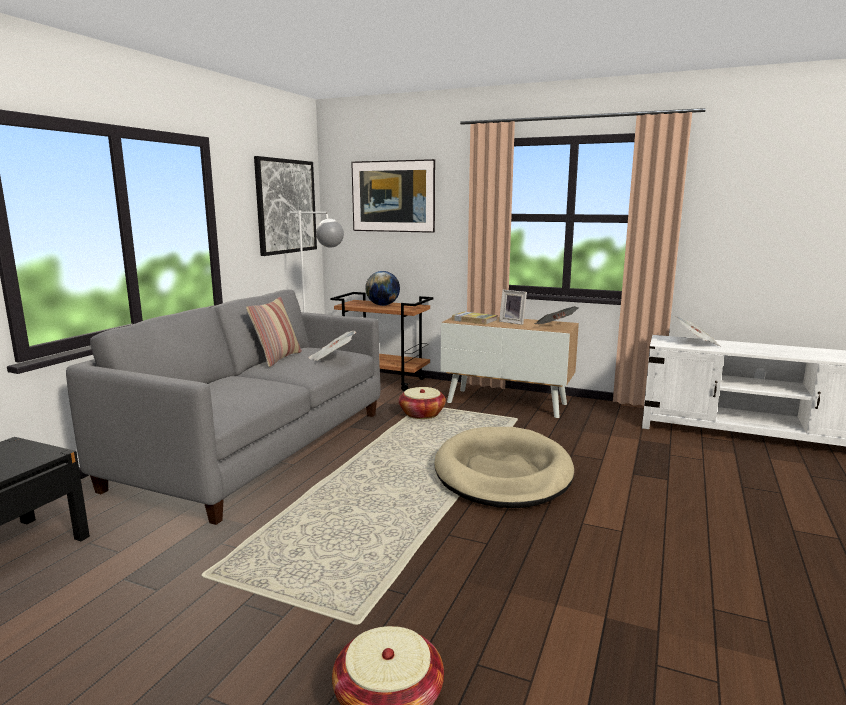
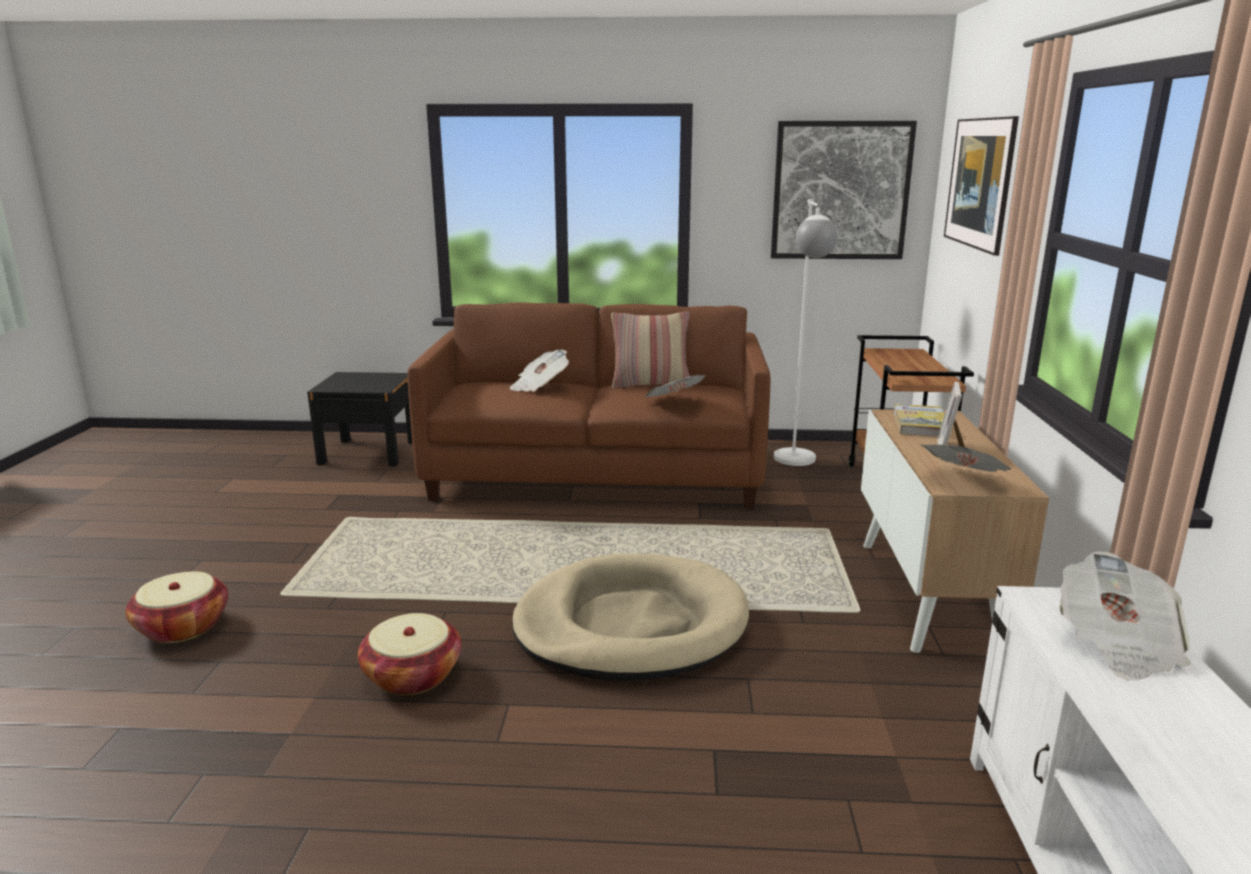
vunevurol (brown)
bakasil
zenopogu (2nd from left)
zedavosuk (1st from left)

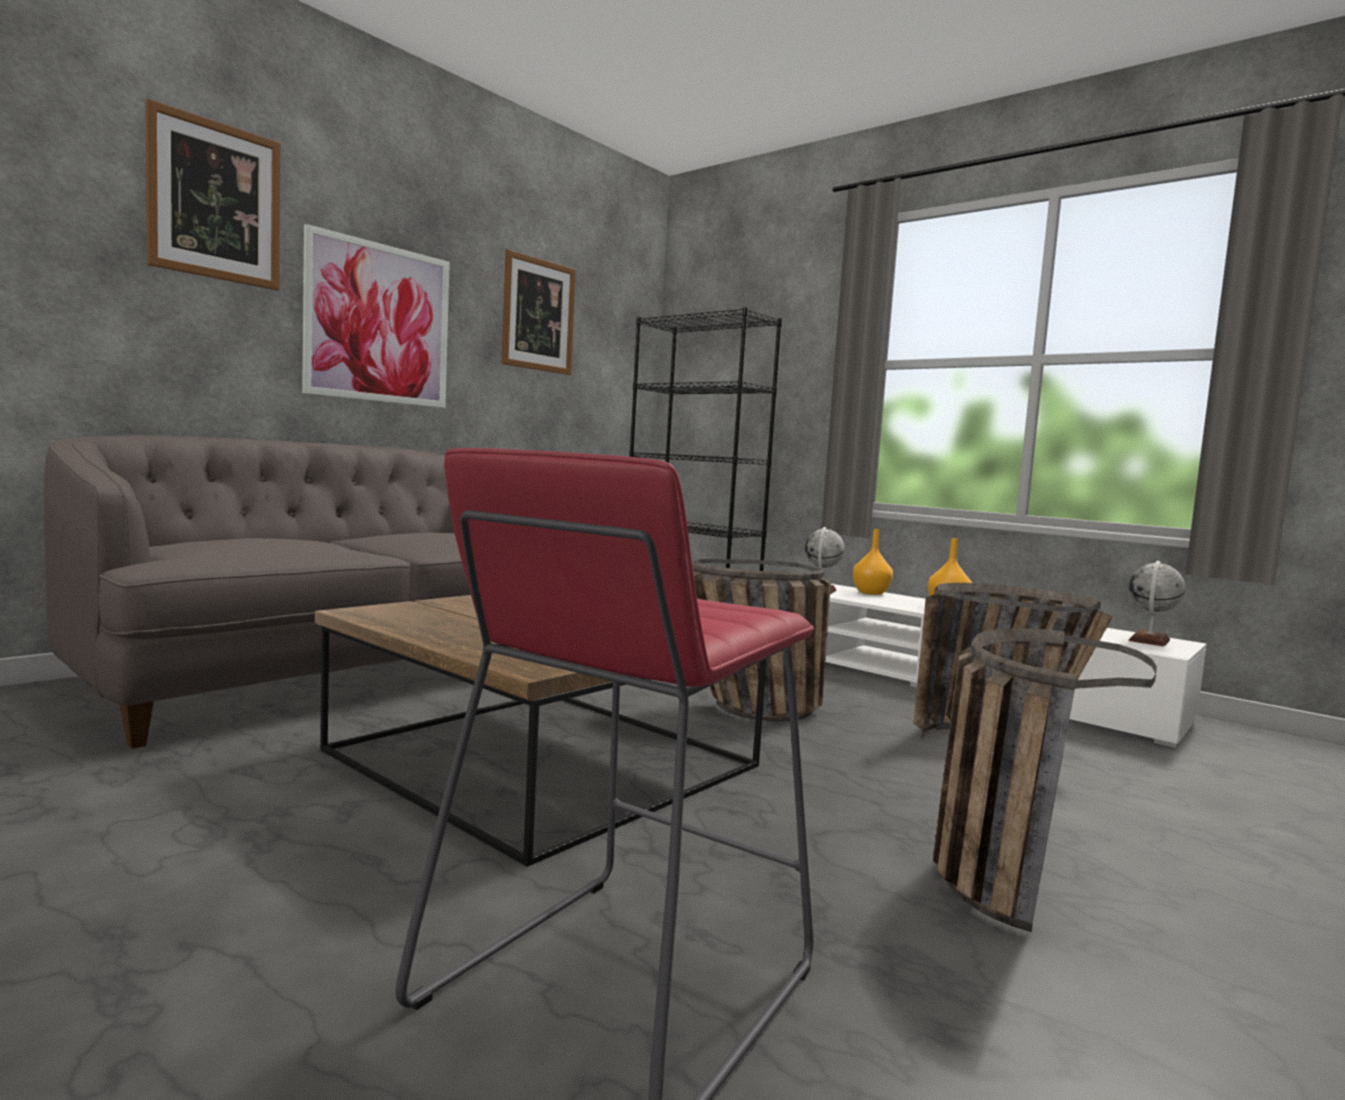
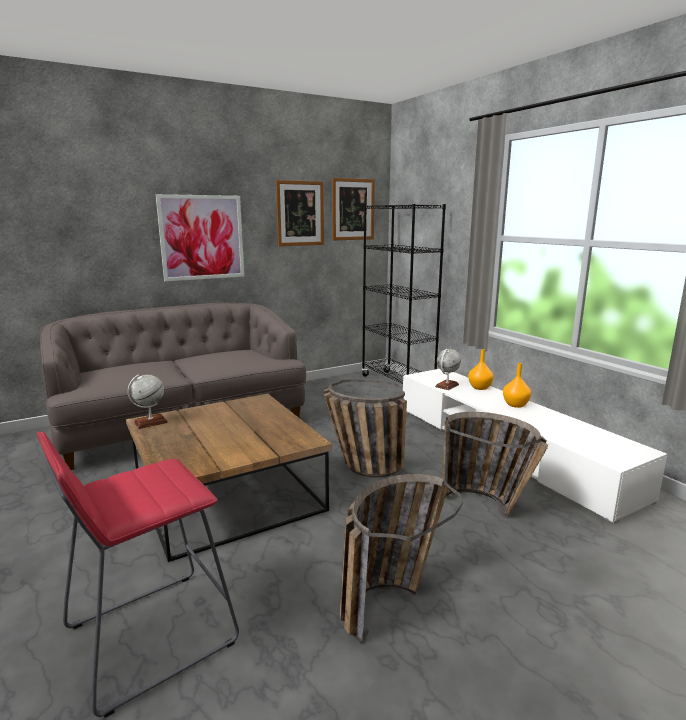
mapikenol (3rd from left)
bakasil (1st from left)

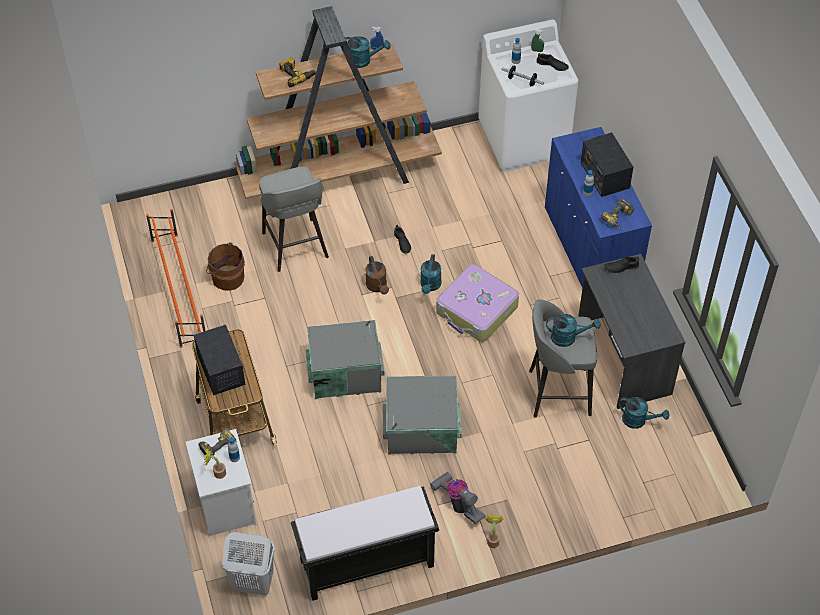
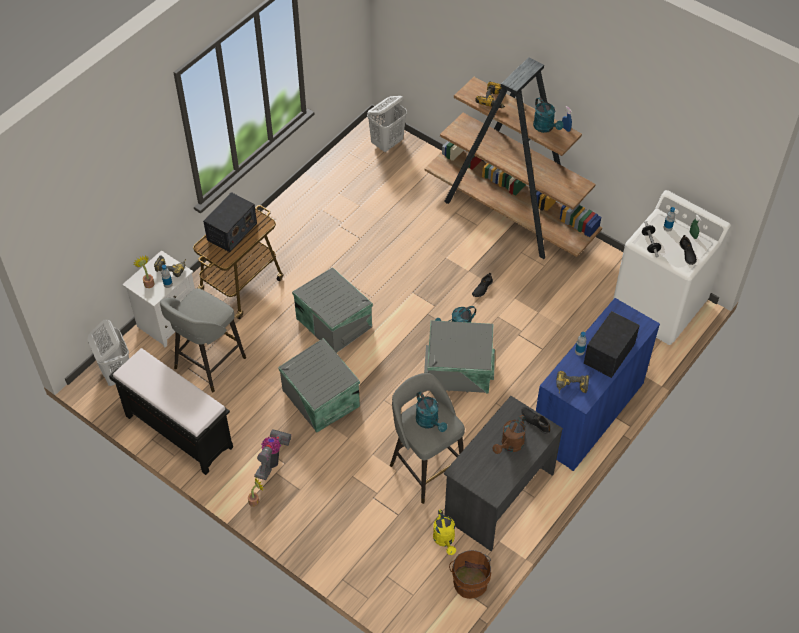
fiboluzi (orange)
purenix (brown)
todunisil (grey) (1st from left)
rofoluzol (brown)
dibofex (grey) (3rd from left)
rofoluzol (yellow)
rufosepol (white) (2nd from left)

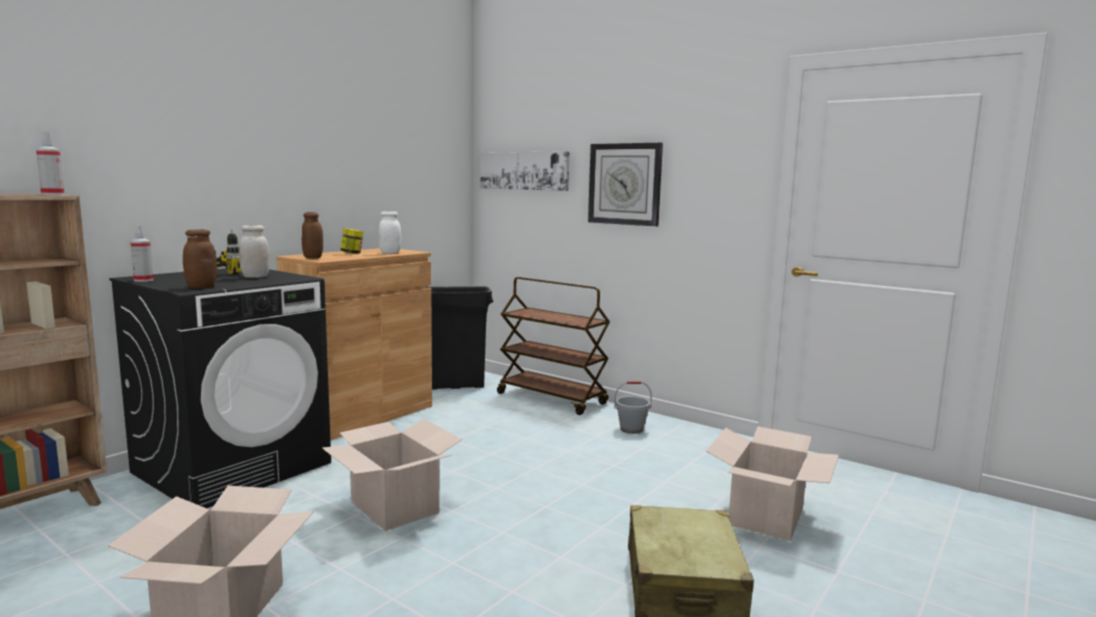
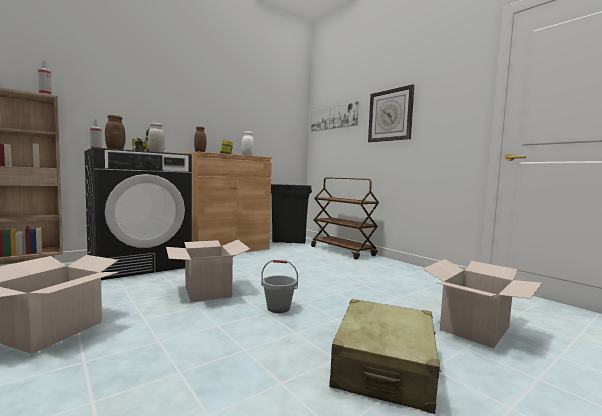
purenix (grey)

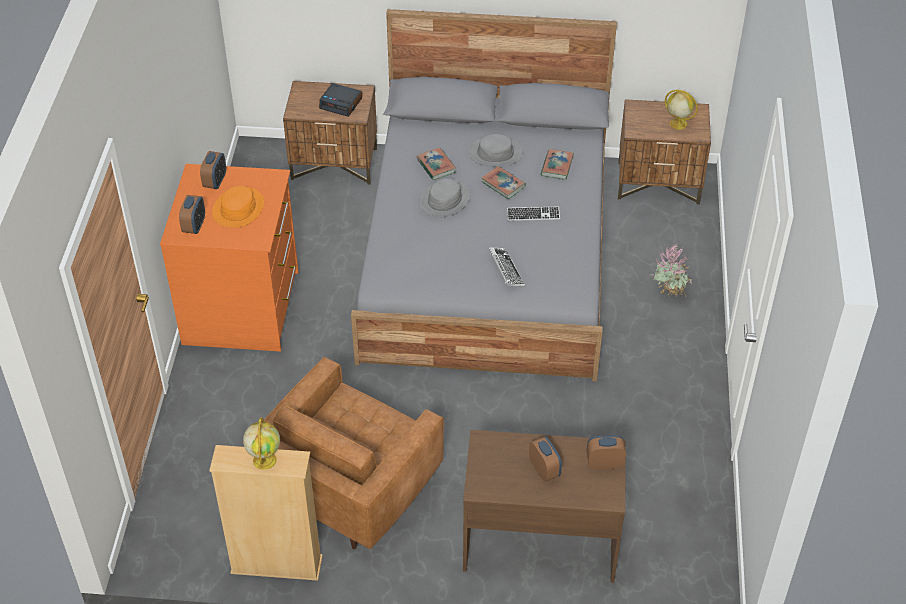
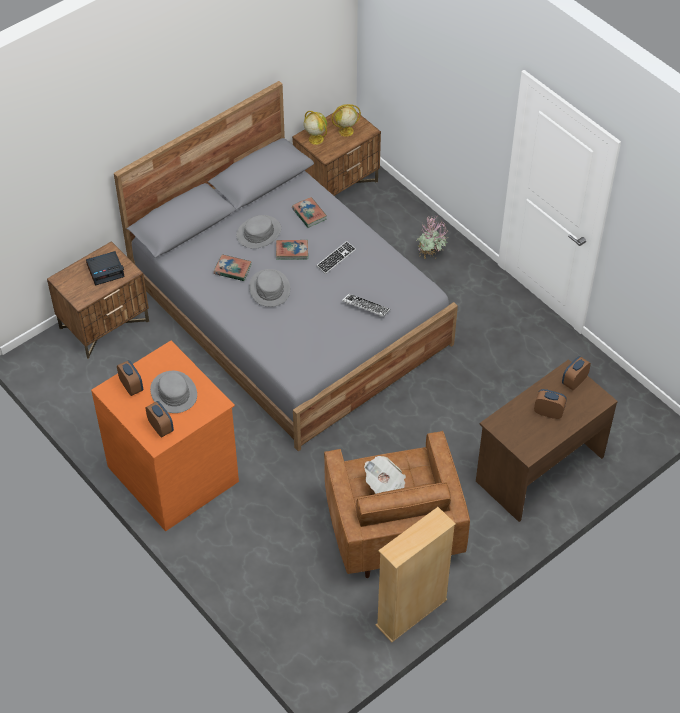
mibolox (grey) (1st from left)
bakasil (1st from left)
zedavosuk

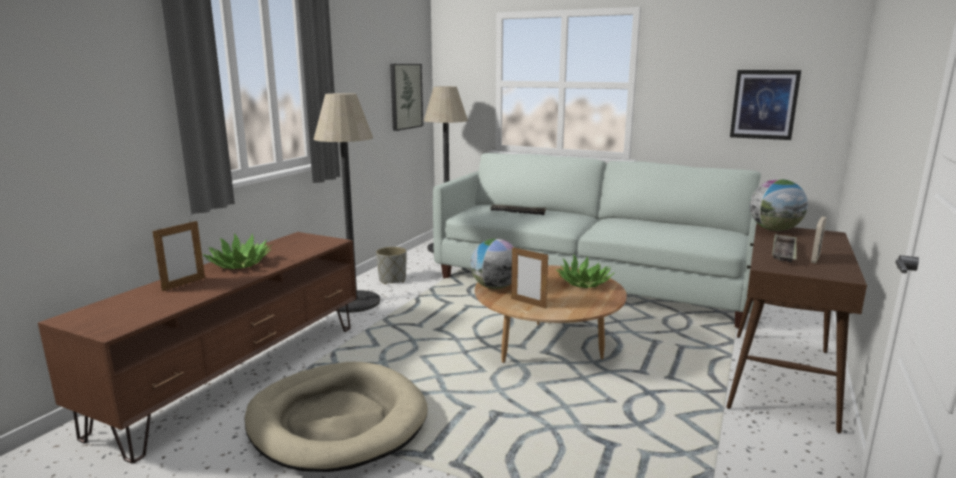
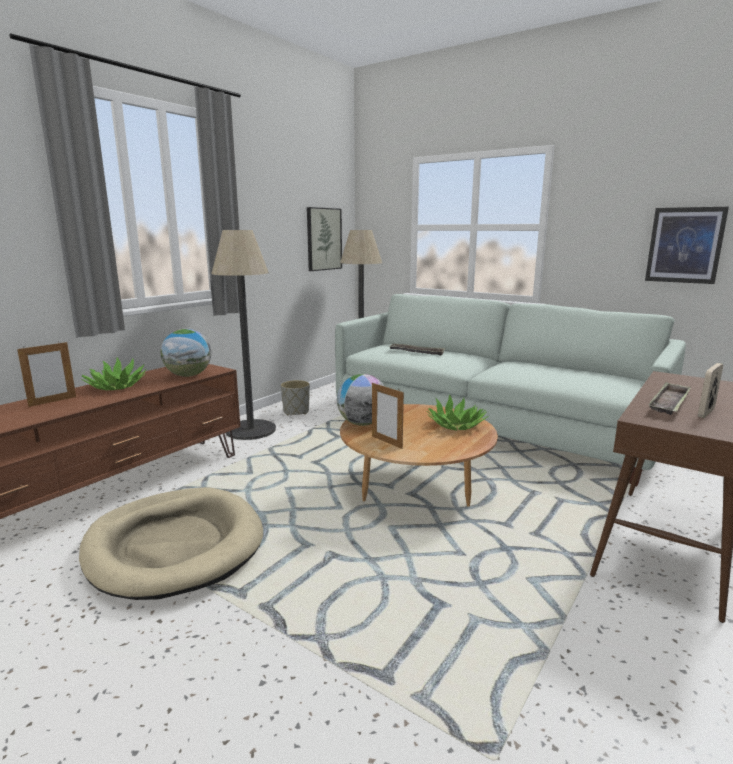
bakasil (1st from left)

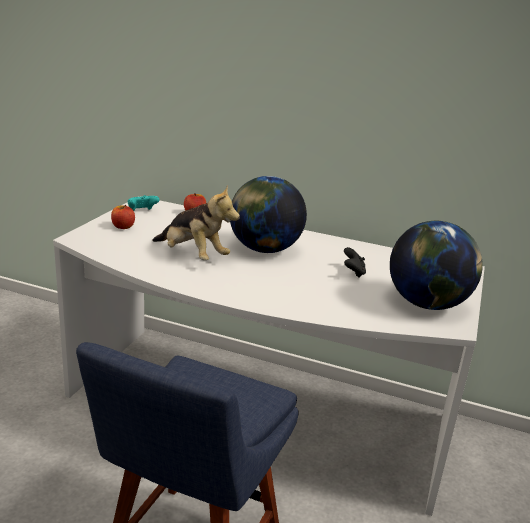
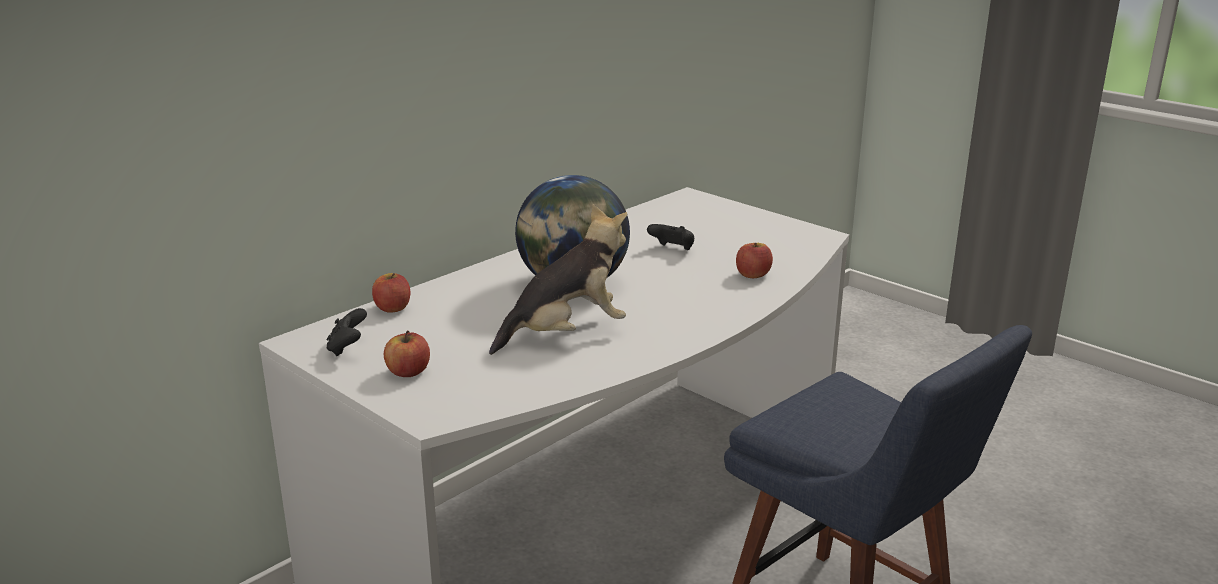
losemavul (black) (1st from left)
bakasil (2nd from left in the first image)
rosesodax (3rd from left)

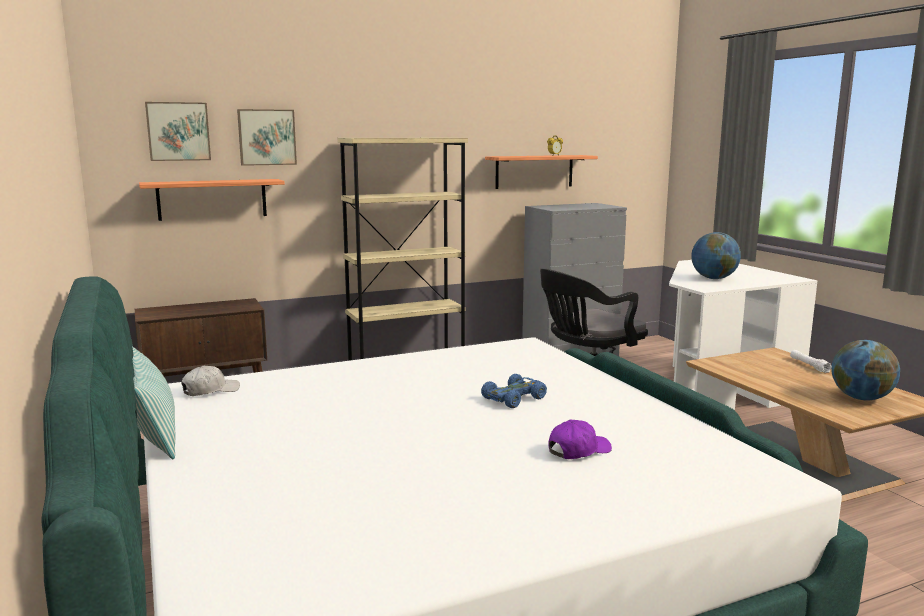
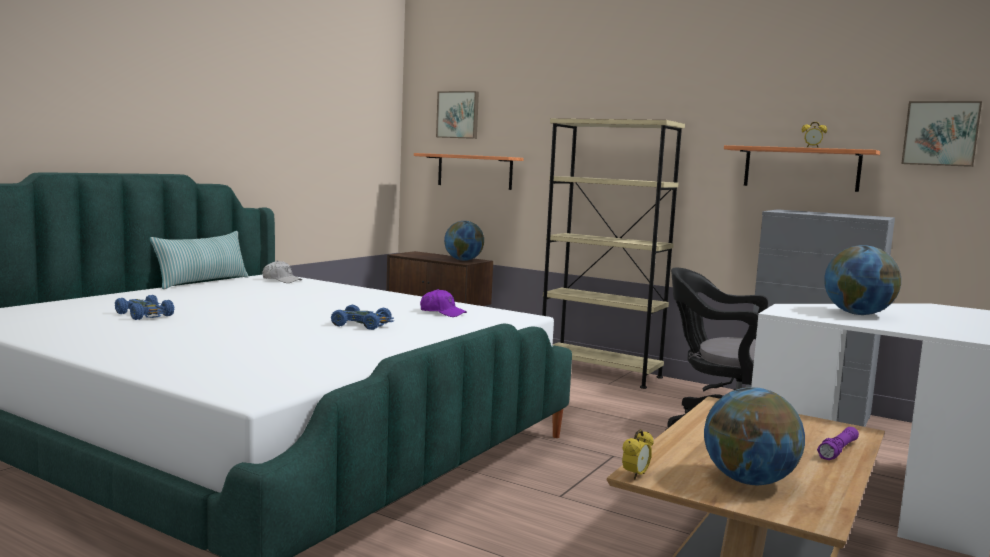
mapikenol (2nd from left)
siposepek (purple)
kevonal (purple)
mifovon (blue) (1st from left)
bakasil (1st from left)
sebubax (1st from left)

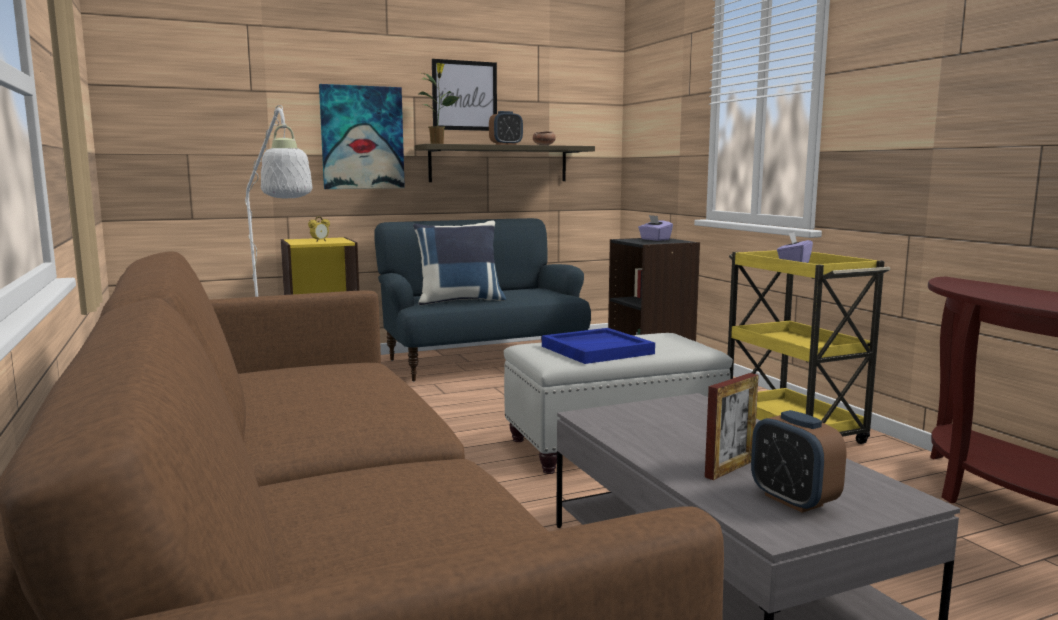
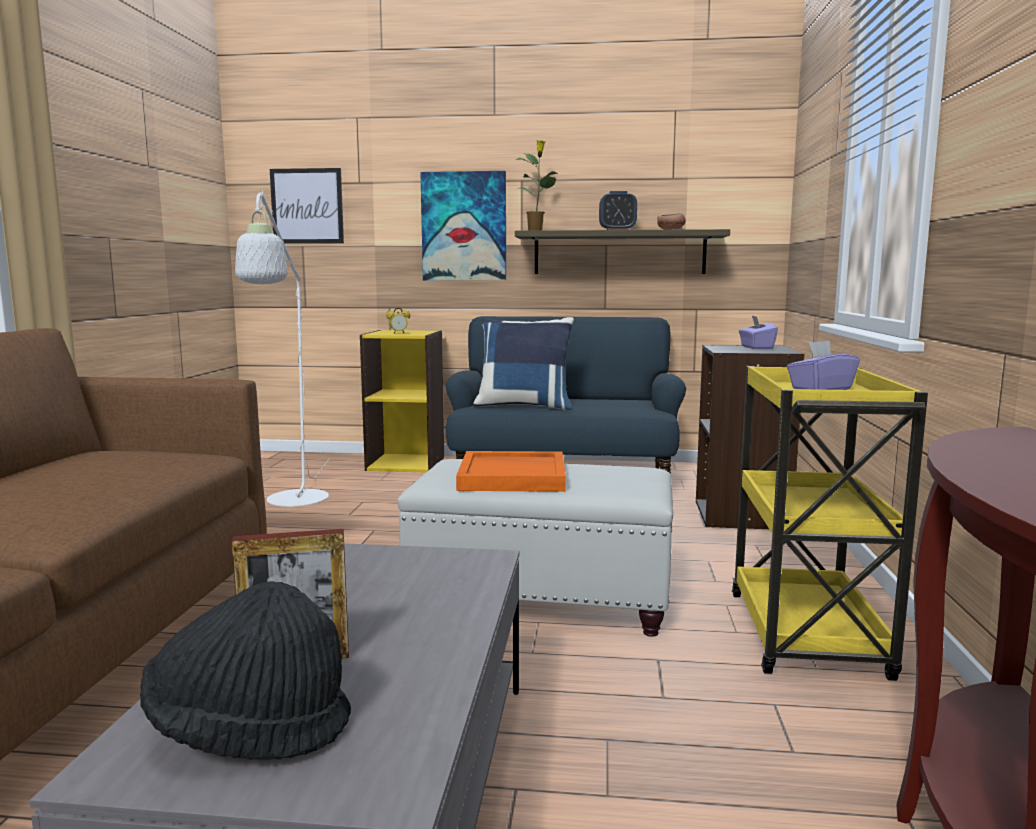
mapikenol (1st from left)
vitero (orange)
mibolox (black)

